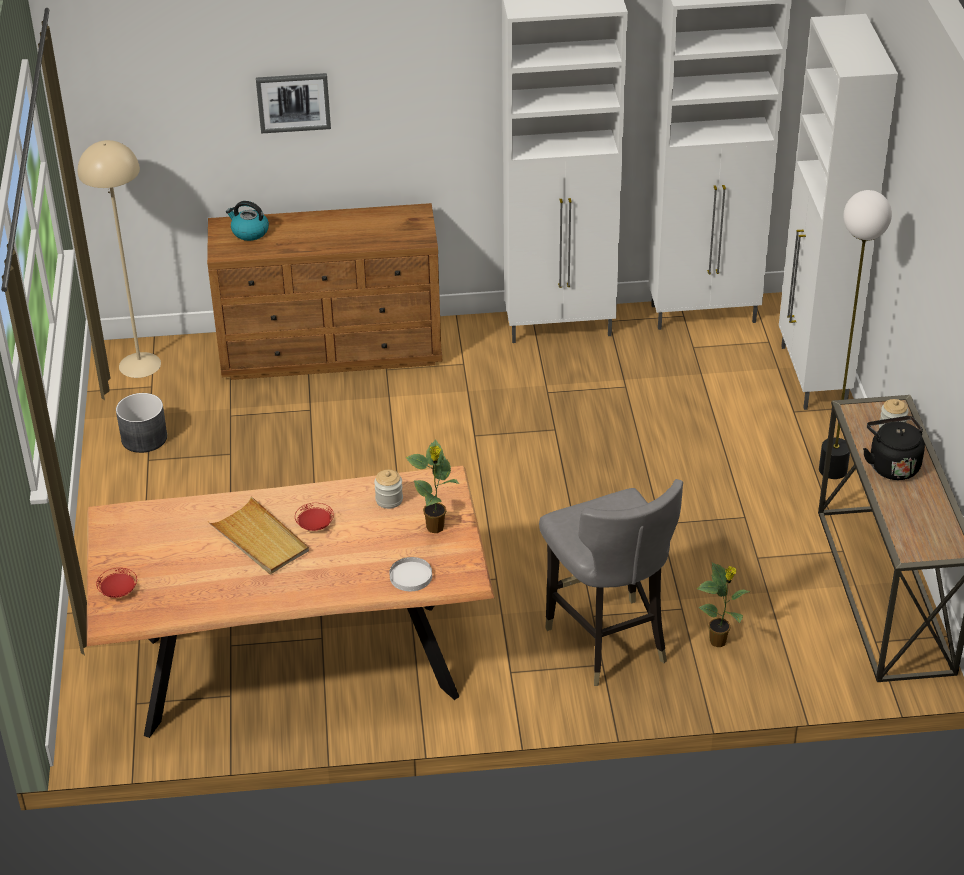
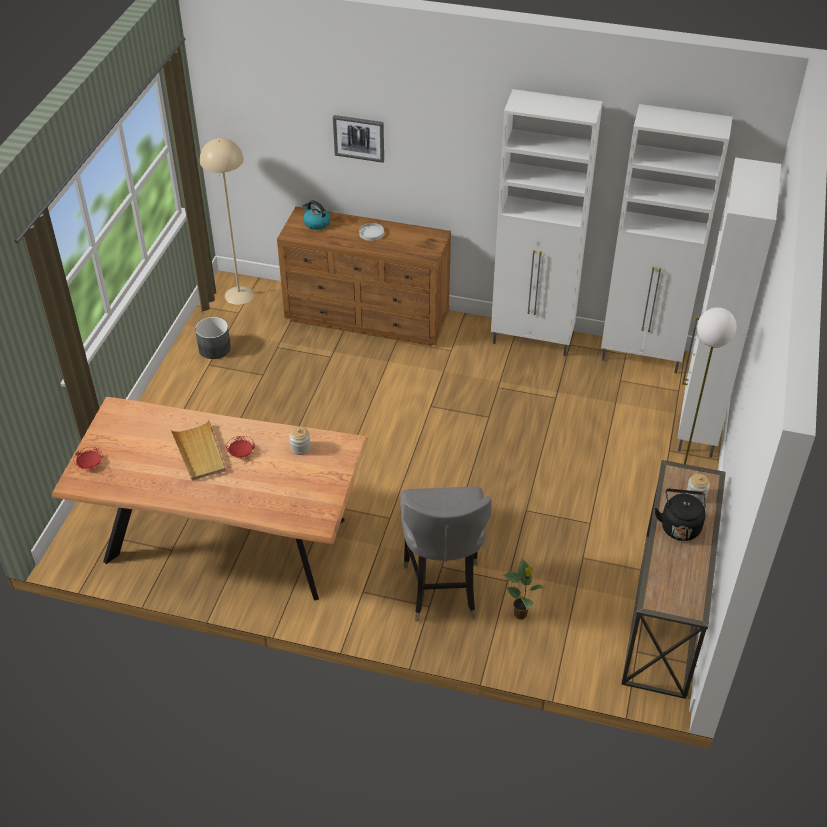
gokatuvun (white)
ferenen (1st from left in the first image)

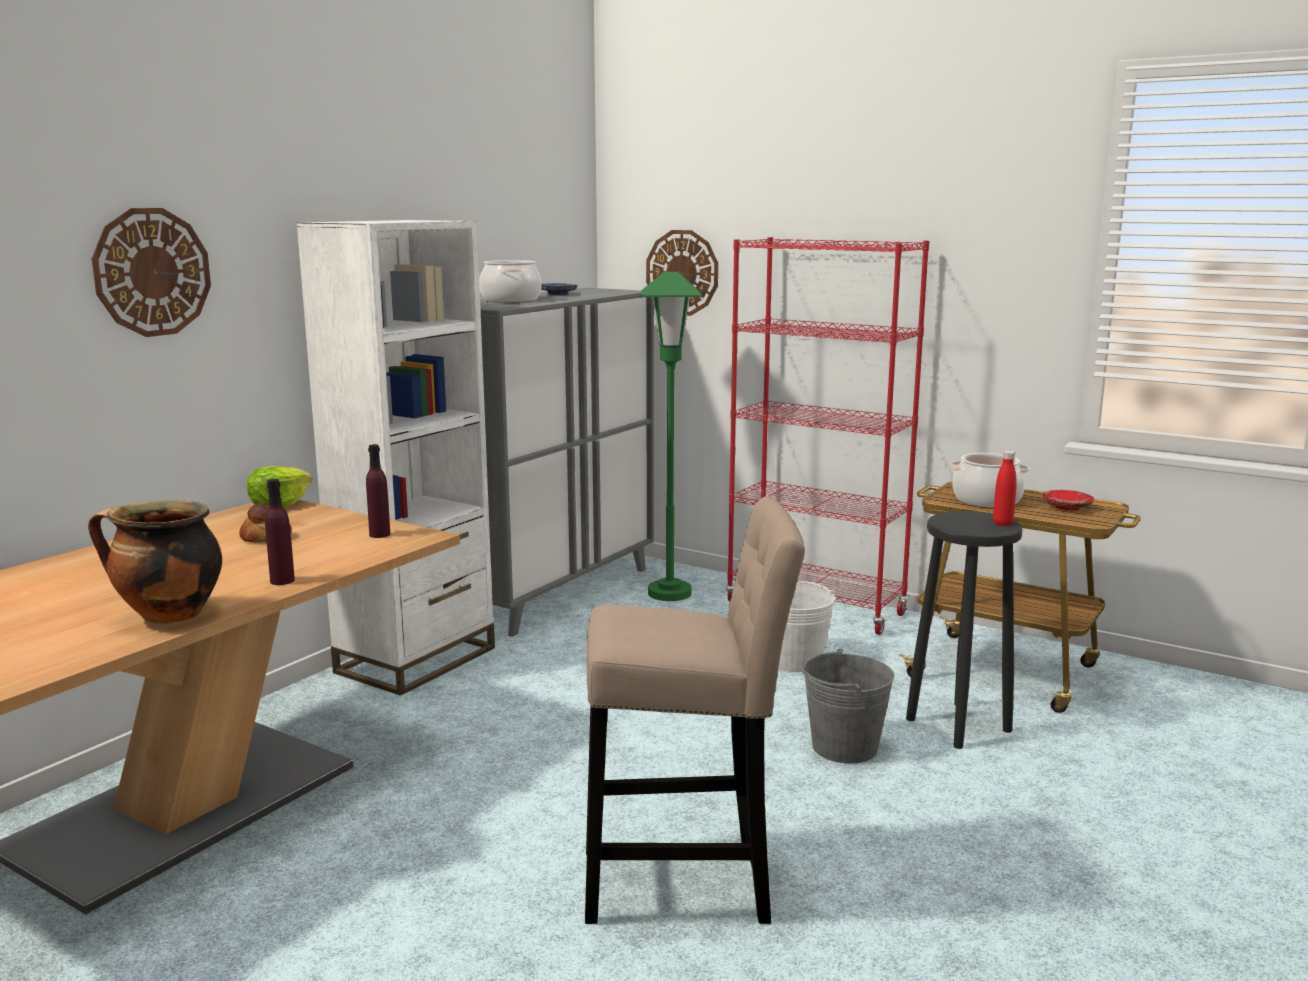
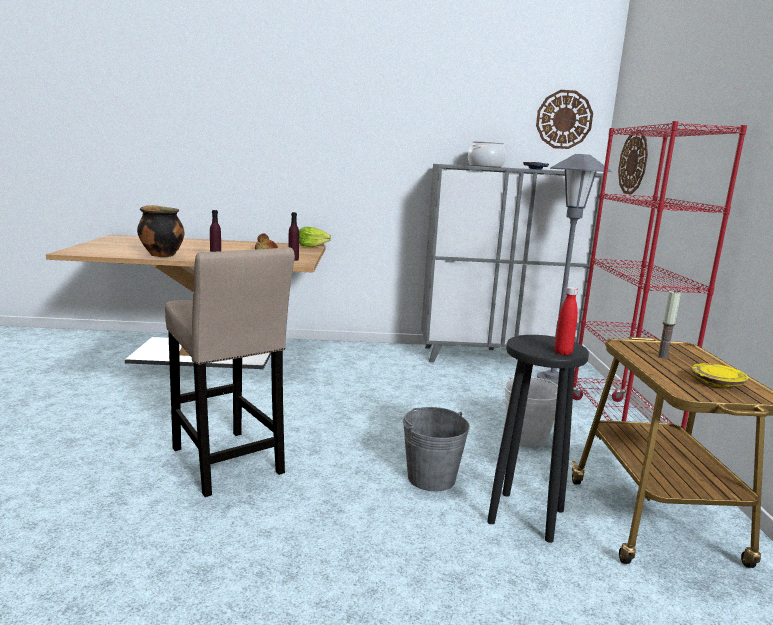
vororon (1st from left)
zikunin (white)
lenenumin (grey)
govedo
gokatuvun (yellow)

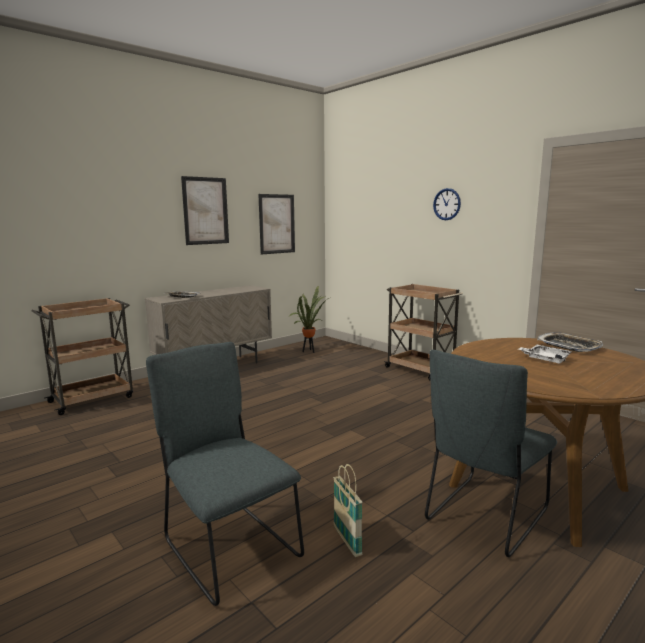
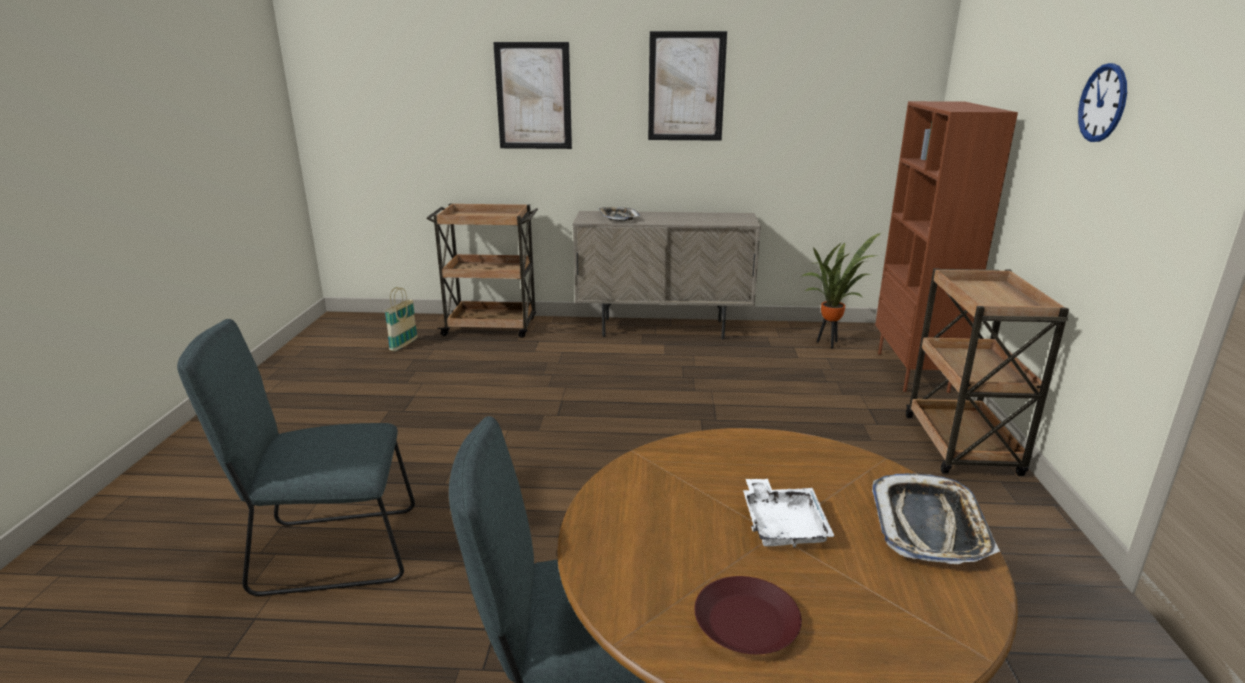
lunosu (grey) (1st from left)
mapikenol (1st from left)
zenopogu
gokatuvun (brown)
zikunin (brown)

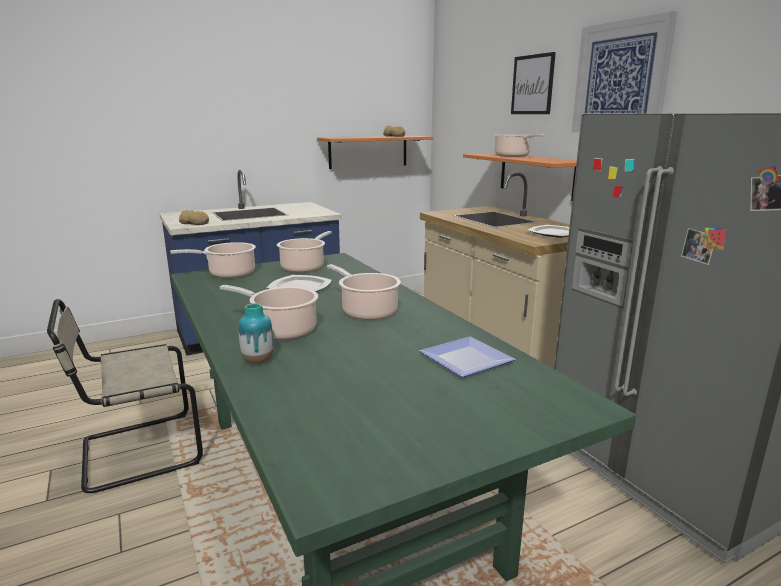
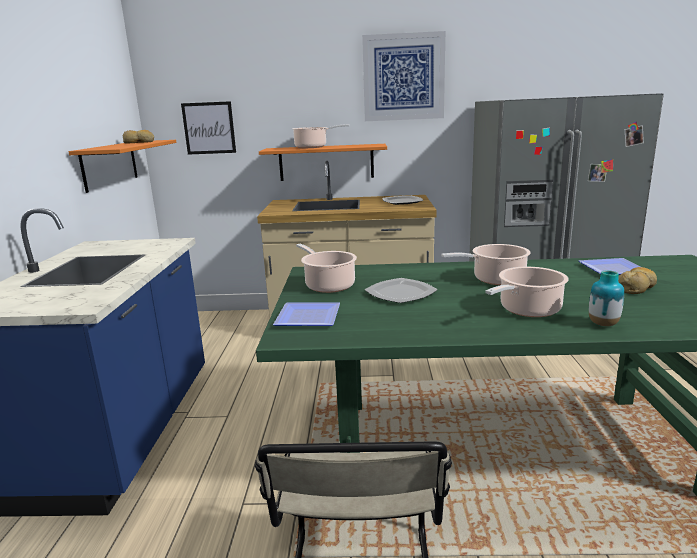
gokatuvun (1st from left)
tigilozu (2nd from left)
mapikenol (1st from left)

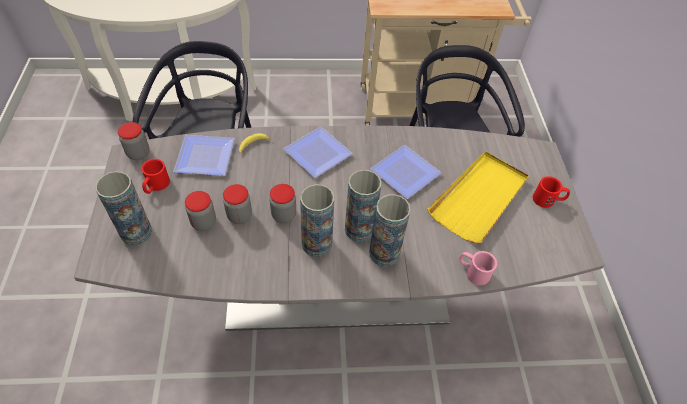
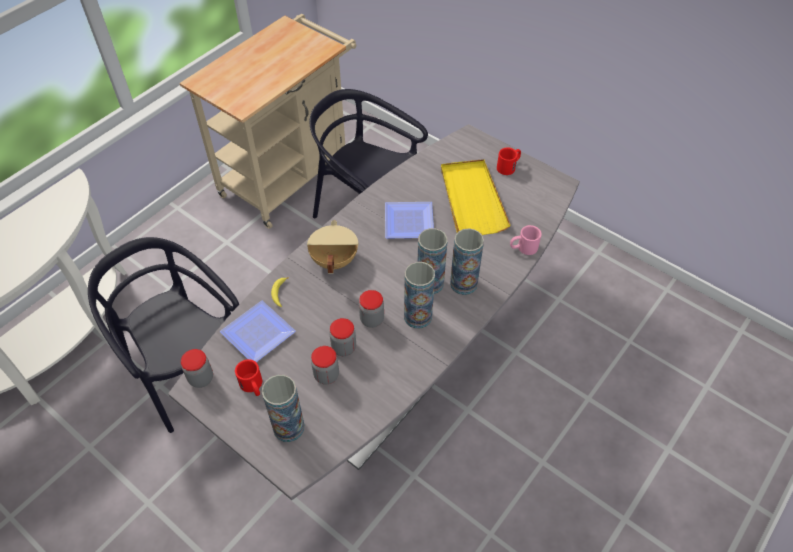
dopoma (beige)

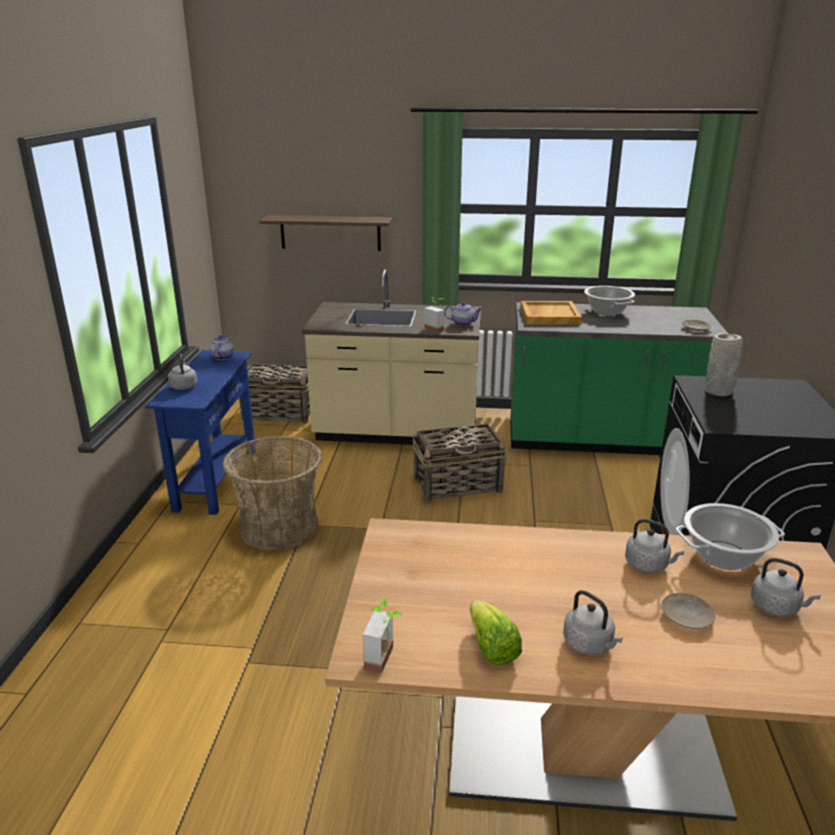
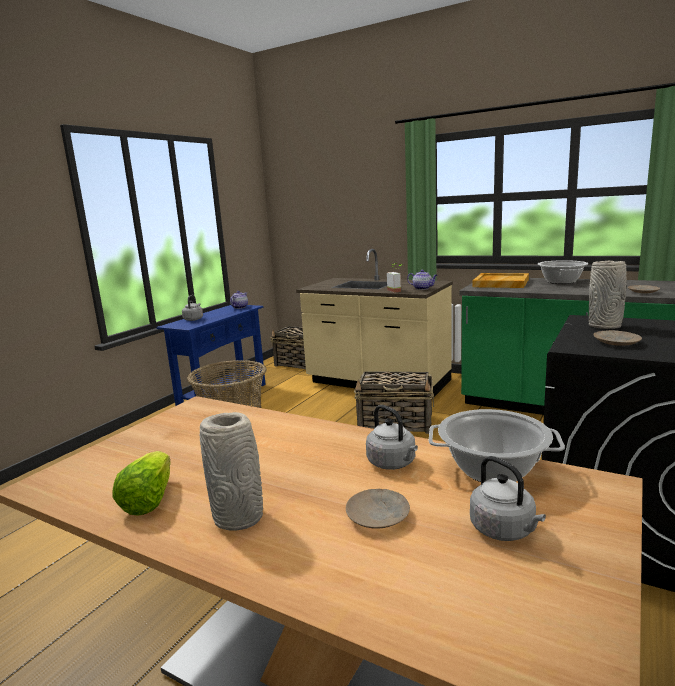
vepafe
ferenen (1st from left in the first image)
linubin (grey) (1st from left)
gokatuvun (beige) (2nd from left)

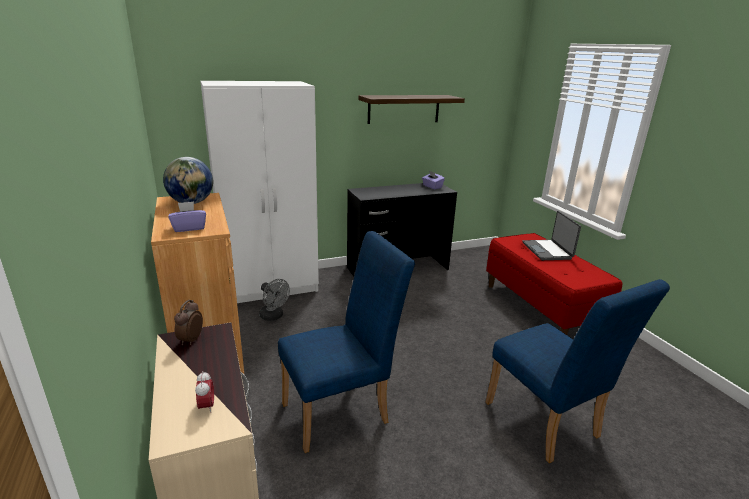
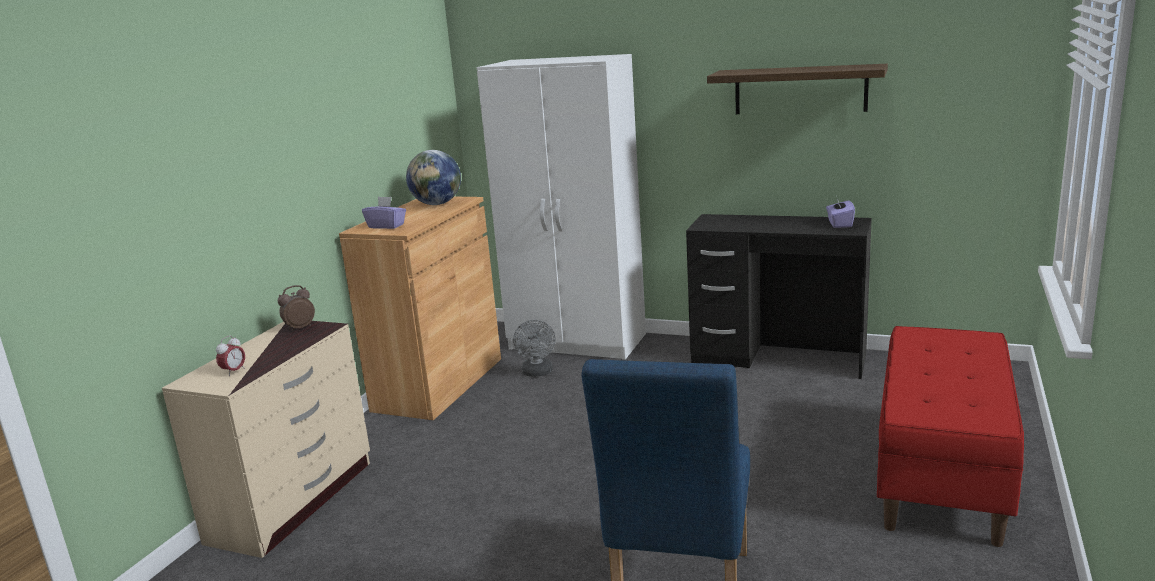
lunosu (blue) (1st from left in the first image)
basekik

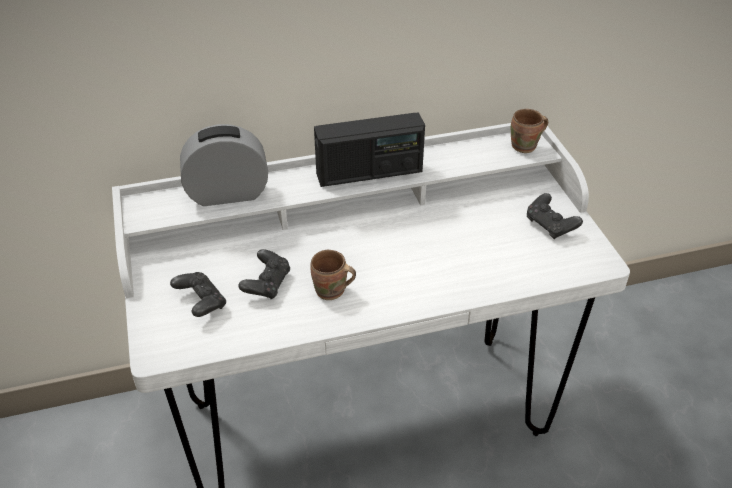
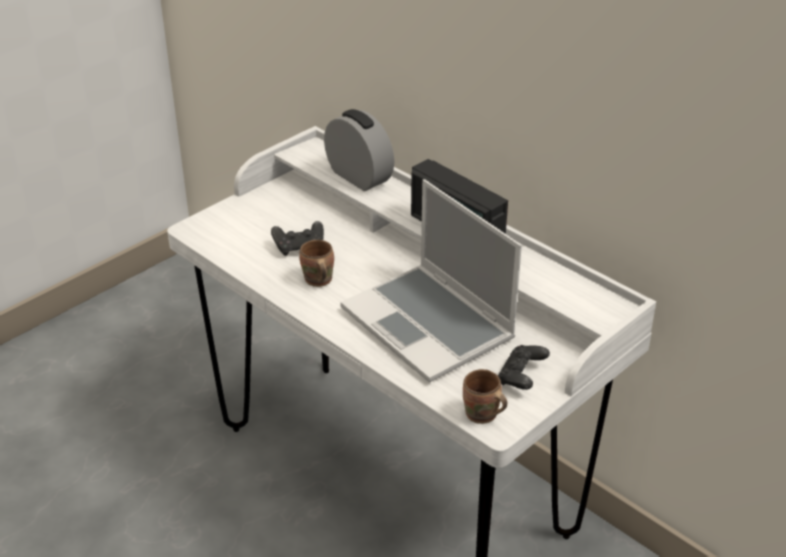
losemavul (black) (1st from left in the first image)
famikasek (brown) (2nd from left)
basekik

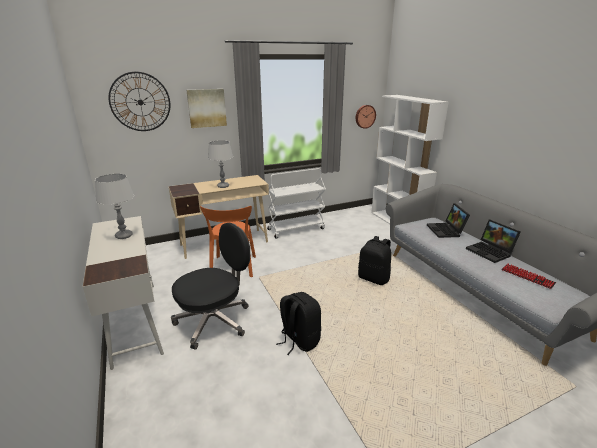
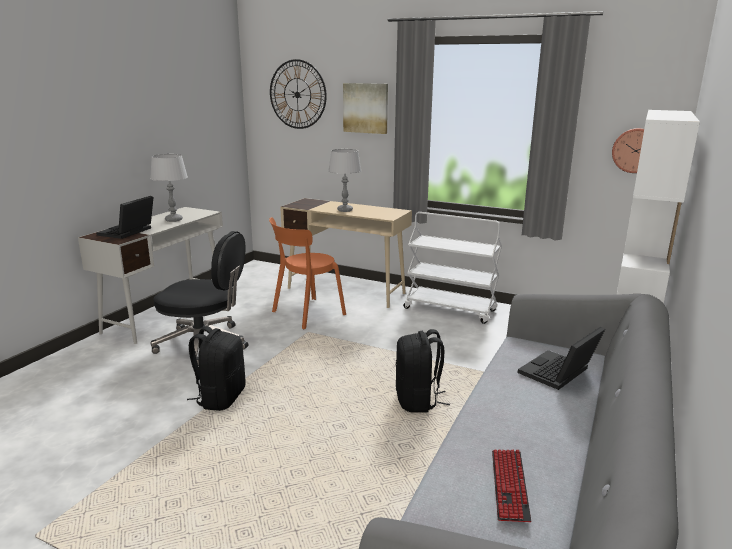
basekik (1st from left)

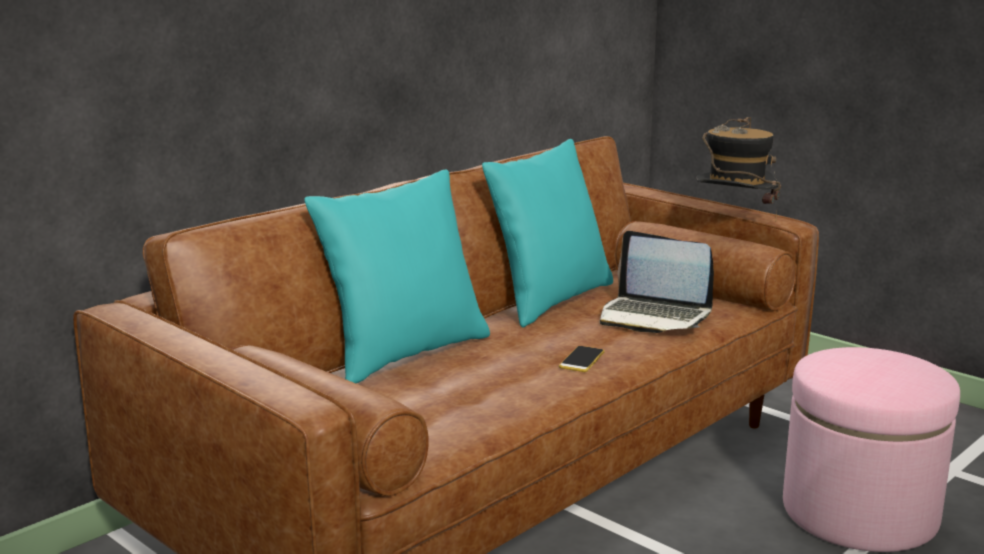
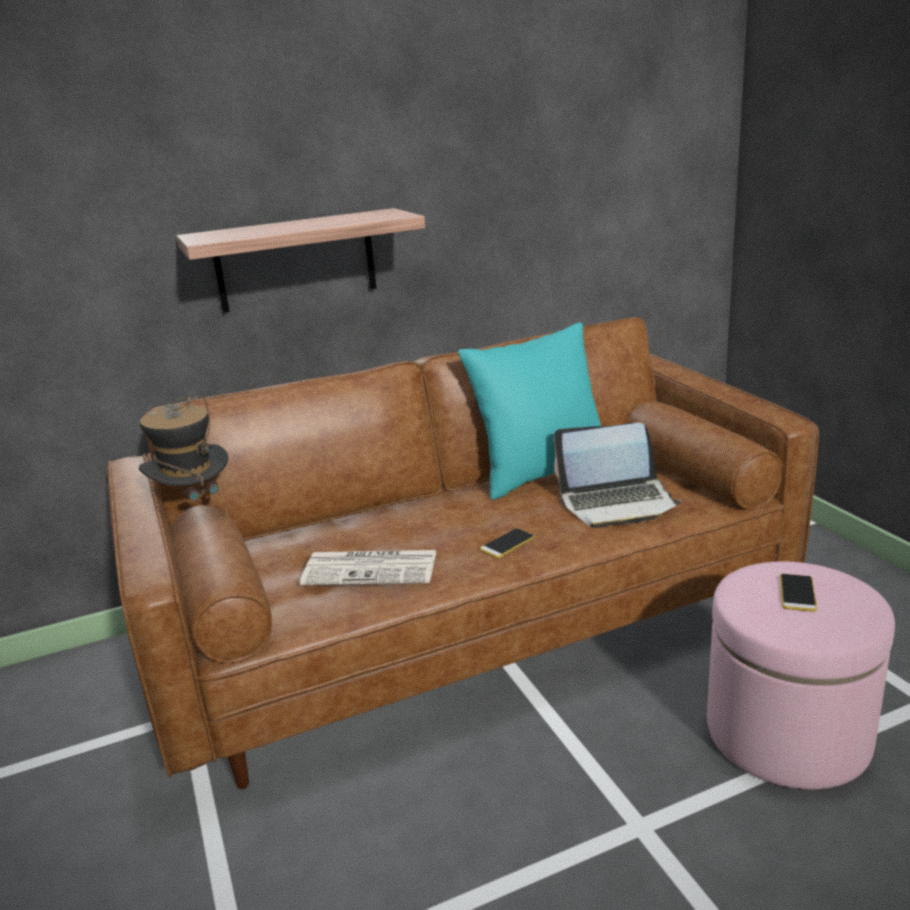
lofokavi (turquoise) (1st from left in the first image)
basekik
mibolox
vepafe
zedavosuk
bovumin (2nd from left)

